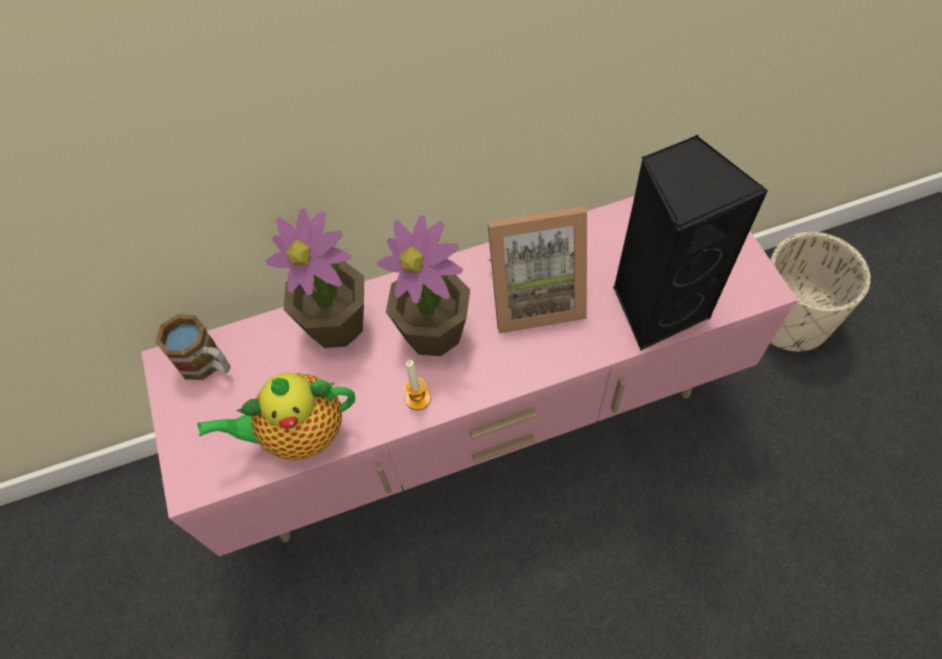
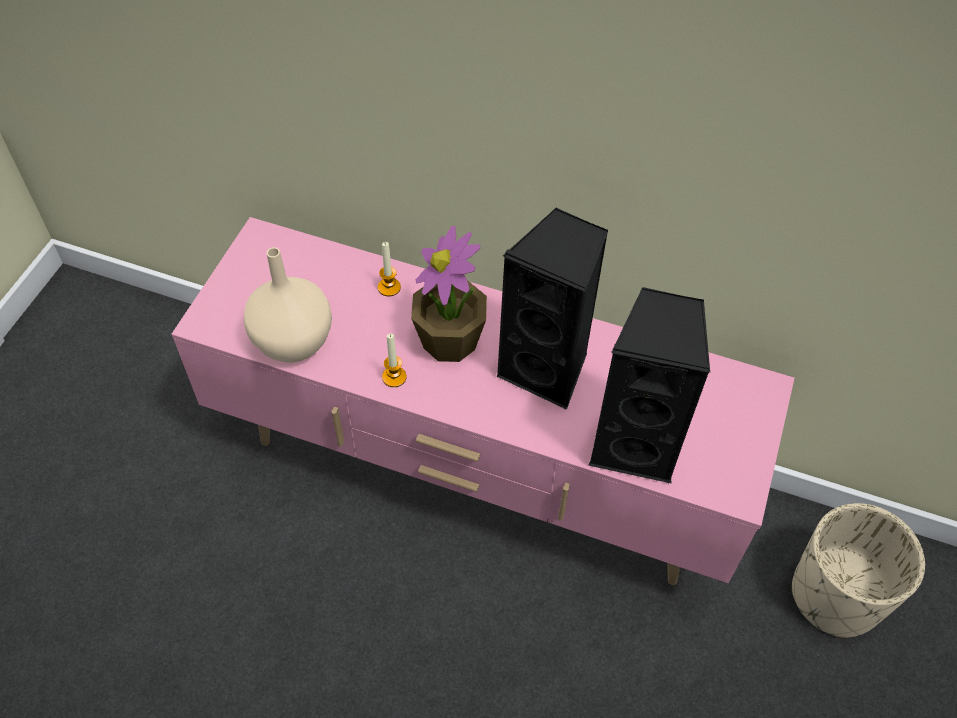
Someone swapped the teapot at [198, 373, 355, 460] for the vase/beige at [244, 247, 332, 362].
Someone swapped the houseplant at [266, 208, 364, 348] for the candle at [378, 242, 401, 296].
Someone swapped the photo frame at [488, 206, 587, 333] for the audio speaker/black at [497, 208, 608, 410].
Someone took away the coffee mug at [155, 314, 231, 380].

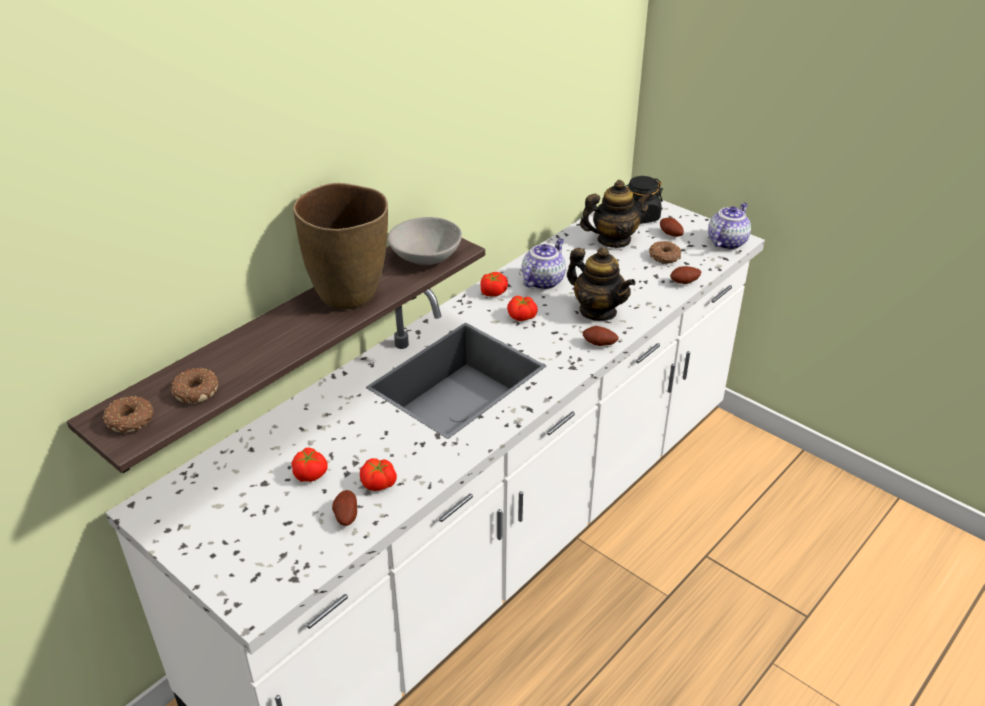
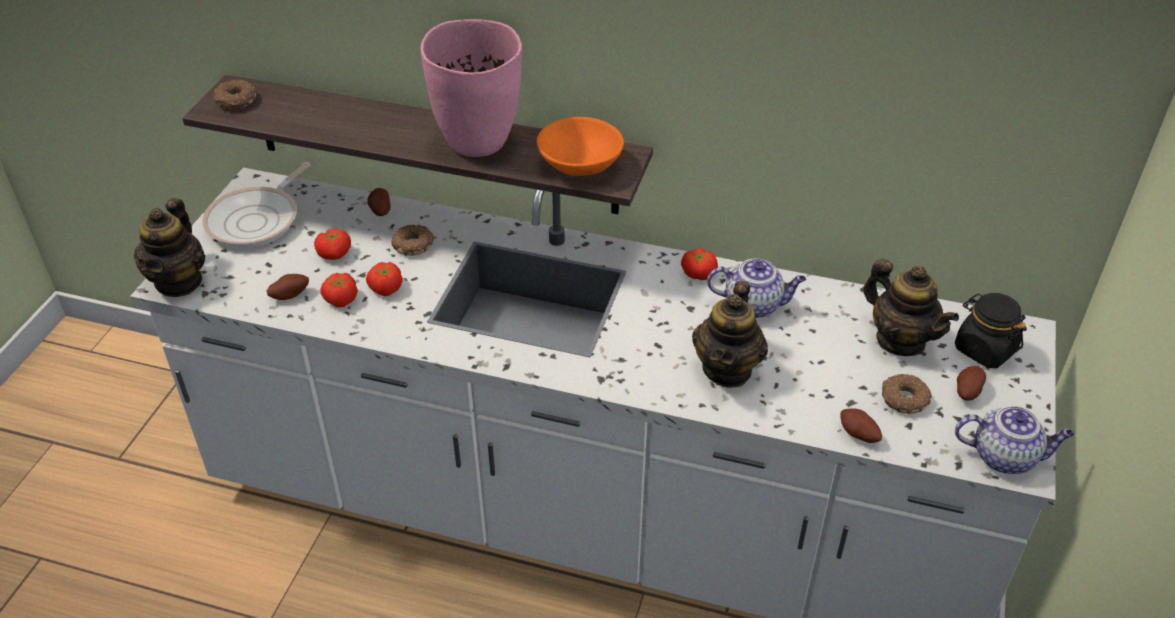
Someone put down the teapot at [134, 198, 205, 297].
Someone put down the skillet at [202, 162, 310, 248].
Someone carried the whole tomato from [507, 296, 538, 321] to [366, 262, 403, 296].
Someone carried the potato from [582, 326, 619, 346] to [368, 188, 391, 216].
Someone carried the ring doughnut from [170, 368, 219, 404] to [391, 224, 434, 256].
Someone repainted the vase/brown-coloured at [293, 183, 388, 310], which became the vase/pinkish at [421, 19, 522, 157].
Someone repainted the deep dish/grey at [388, 217, 462, 265], which became the deep dish/orange at [537, 117, 624, 176].

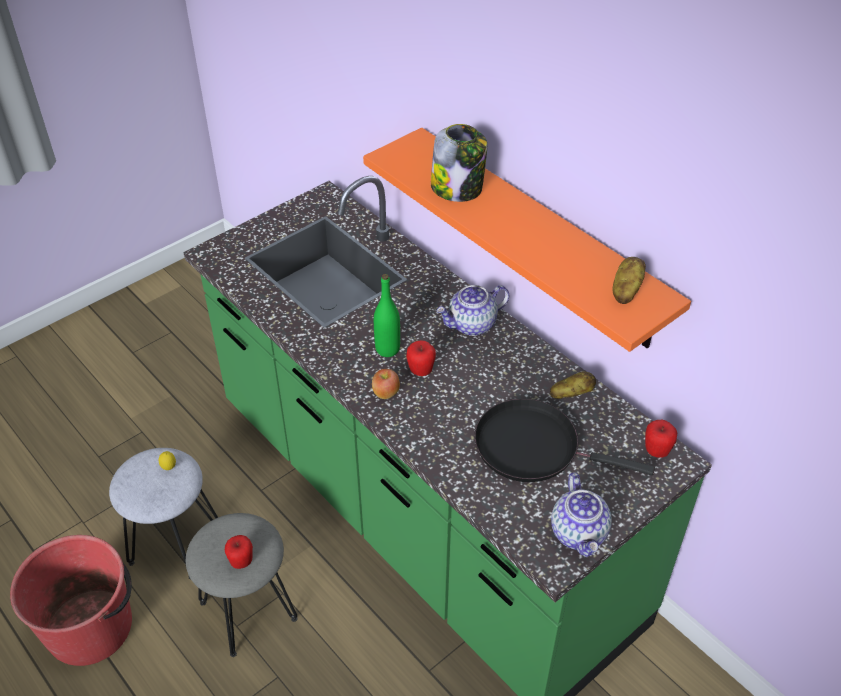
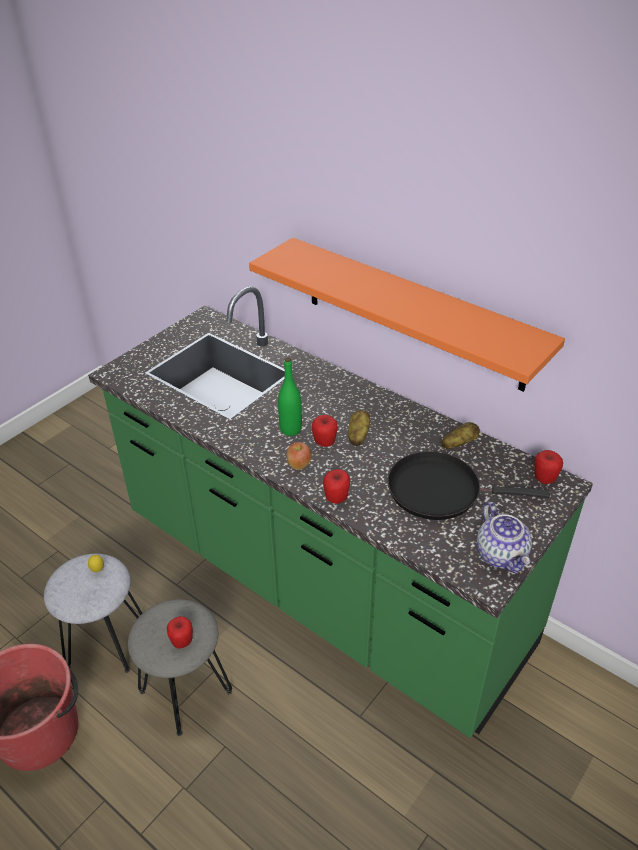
Someone put down the apple at [323, 469, 350, 504].
Someone carried the potato from [613, 257, 646, 304] to [348, 410, 370, 446].
Someone took away the preserve jar at [431, 124, 487, 202].
Someone took away the teapot at [436, 285, 509, 336].

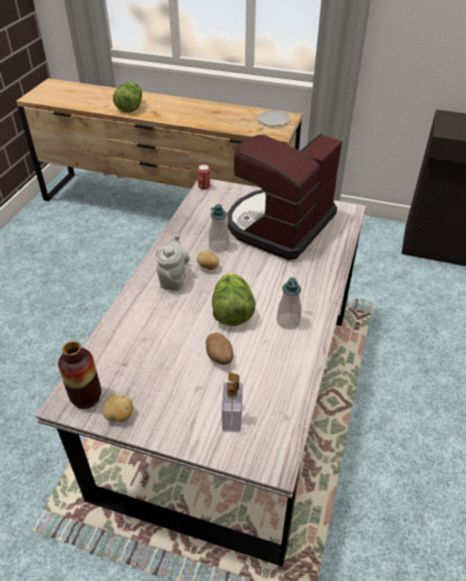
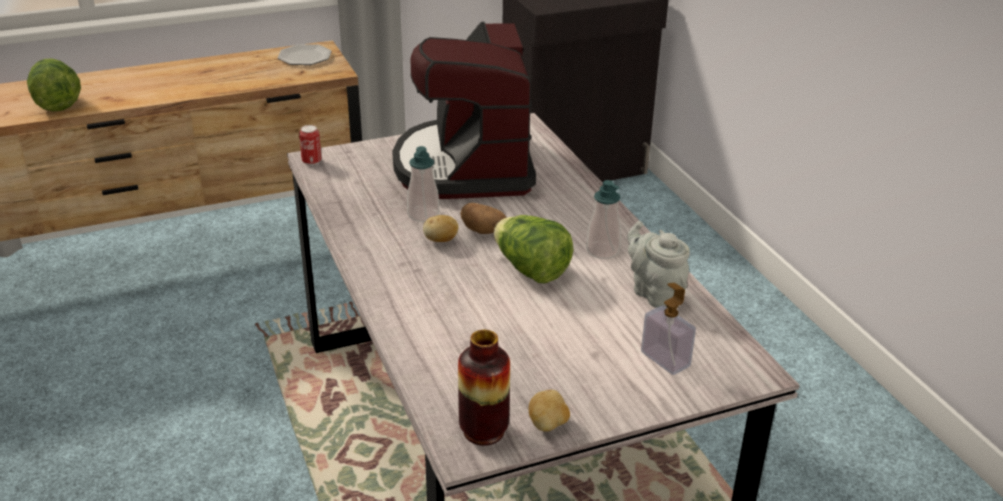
Someone carried the potato from [206, 333, 233, 365] to [460, 203, 506, 234].
Someone carried the teapot/grey from [156, 234, 190, 291] to [627, 221, 690, 308].

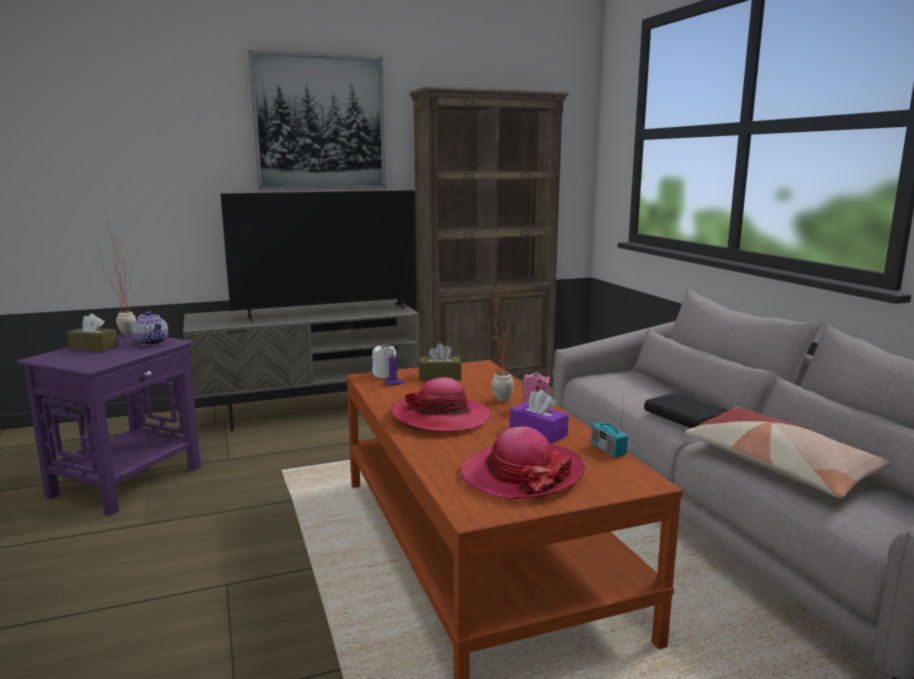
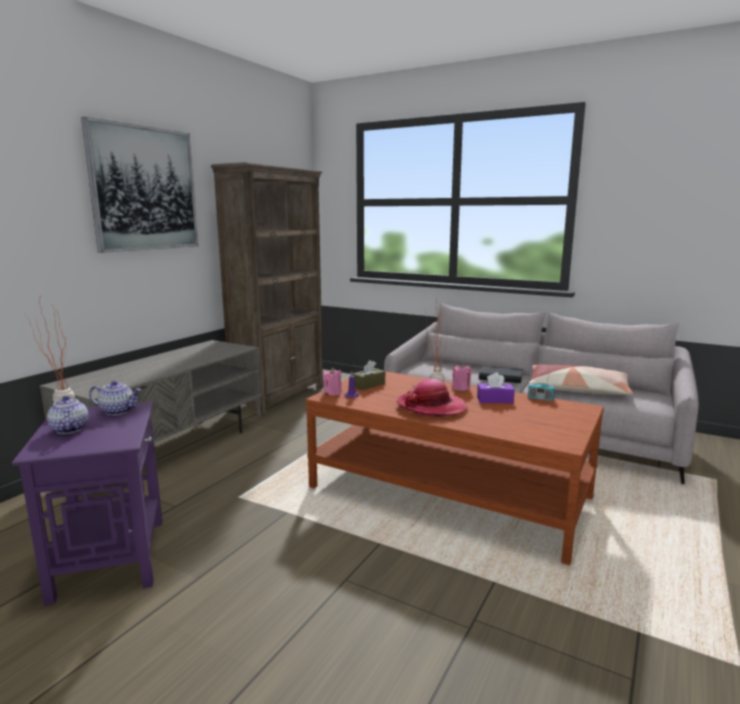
Someone swapped the tissue holder/brown-coloured at [67, 314, 118, 352] for the teapot at [47, 396, 89, 434].
Someone repainted the candle/whitish at [372, 343, 397, 378], which became the candle/pinkish at [323, 368, 341, 395].
Someone took away the television at [220, 190, 417, 322].
Someone took away the hat at [461, 426, 586, 499].

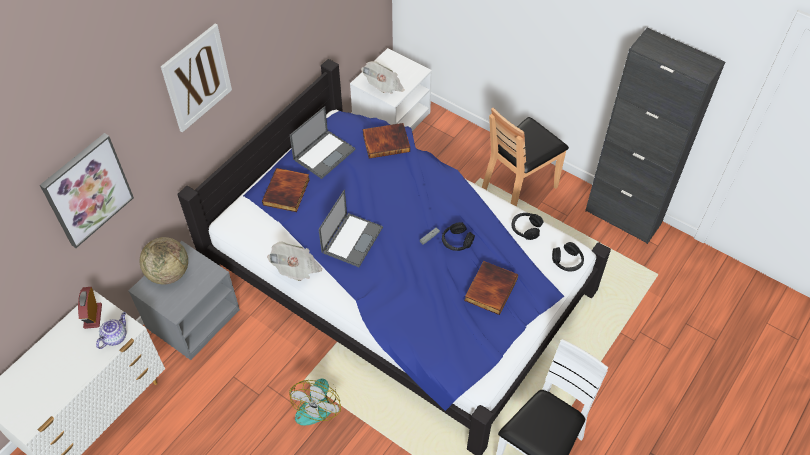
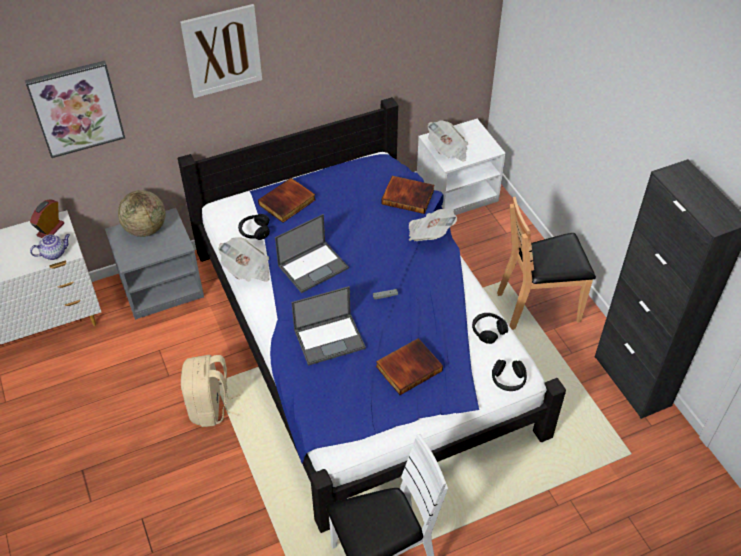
Someone swapped the fan at [290, 379, 341, 426] for the backpack/beige at [181, 355, 240, 427].
Someone carried the headphones/black from [442, 222, 475, 251] to [238, 214, 270, 240].
Someone carried the laptop from [290, 106, 355, 179] to [291, 286, 366, 366].
Someone put down the daily paper at [409, 209, 457, 241].

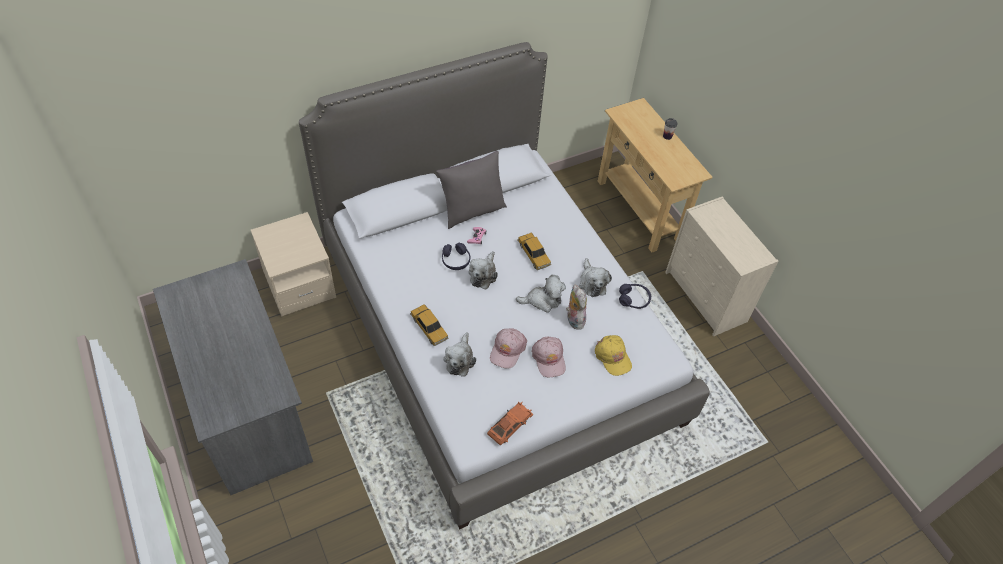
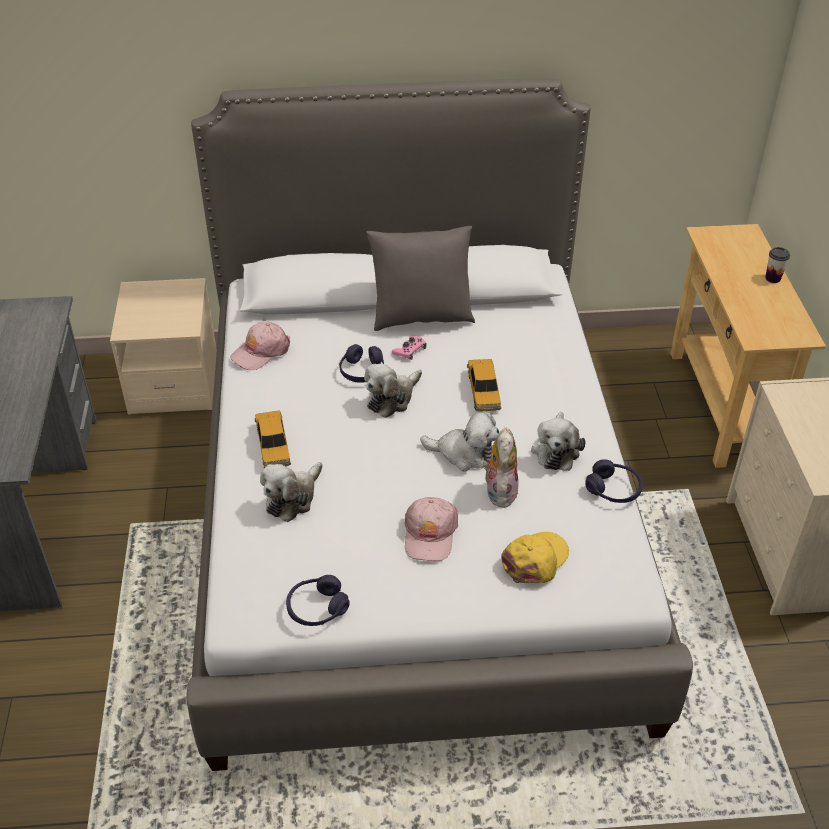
Someone carried the peaked cap/pinkish from [490, 328, 527, 369] to [230, 321, 290, 370].
Someone swapped the model car/orange at [487, 401, 534, 446] for the headphones/purple-coloured at [286, 575, 349, 626].
Someone rotated the peaked cap/yellow-coloured at [595, 335, 632, 376] by 135 degrees counterclockwise.

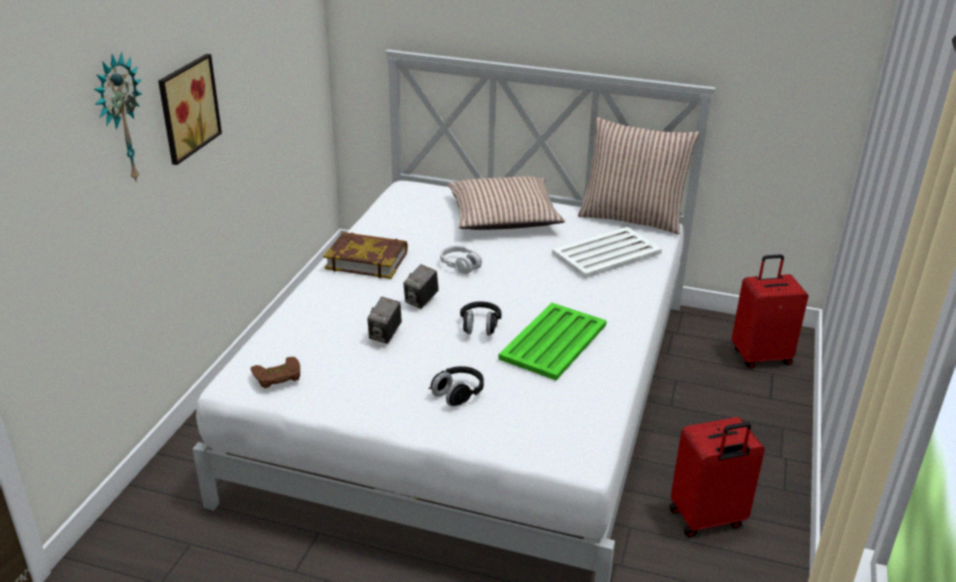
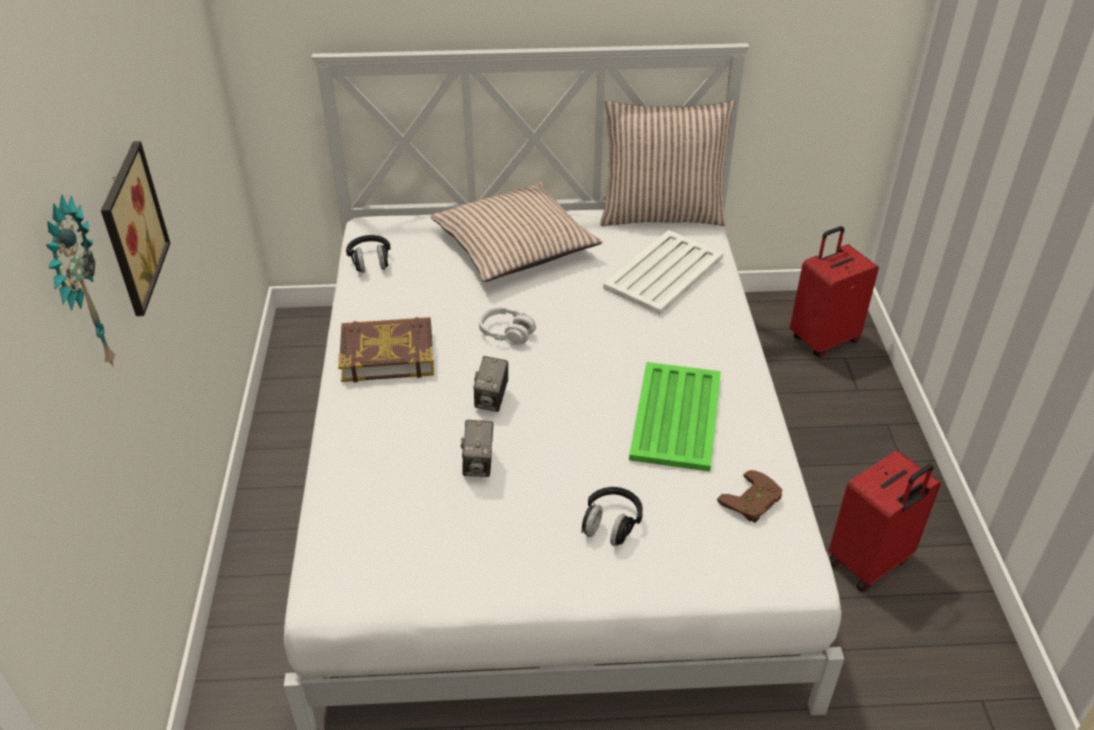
Someone carried the headphones/black from [460, 301, 502, 336] to [346, 235, 391, 273].
Someone carried the gamepad/brown-coloured from [251, 357, 300, 389] to [717, 470, 782, 523].

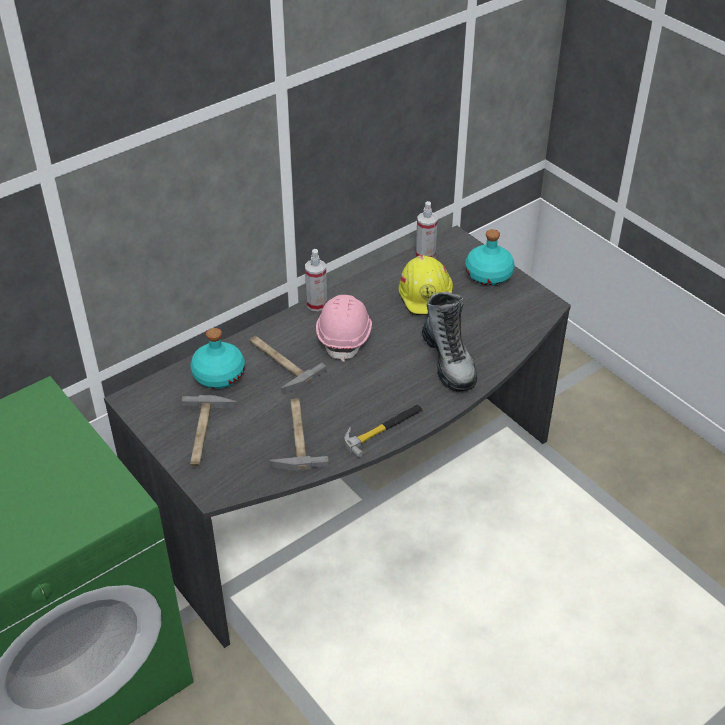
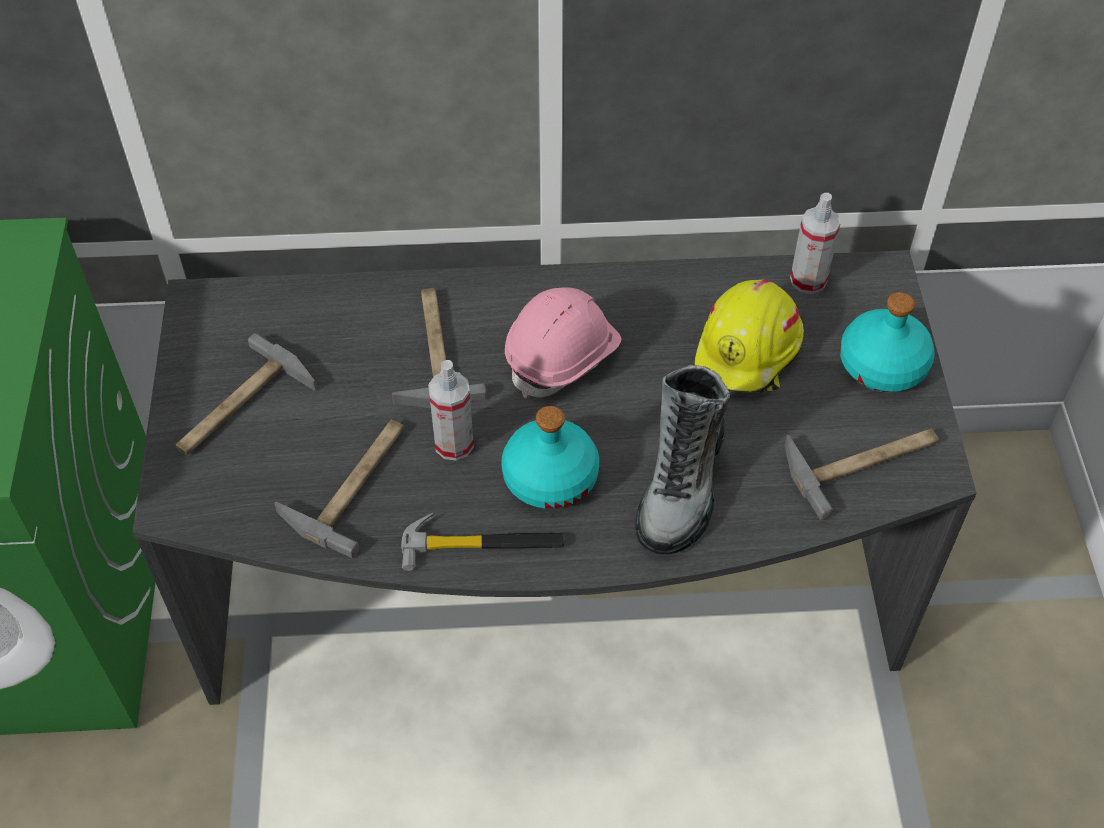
Someone carried the sprayer from [305, 249, 327, 311] to [428, 360, 474, 461].
Someone carried the beverage bottle/turquoise from [190, 328, 245, 389] to [501, 406, 599, 509].
Someone put down the hammer at [785, 428, 939, 520].

